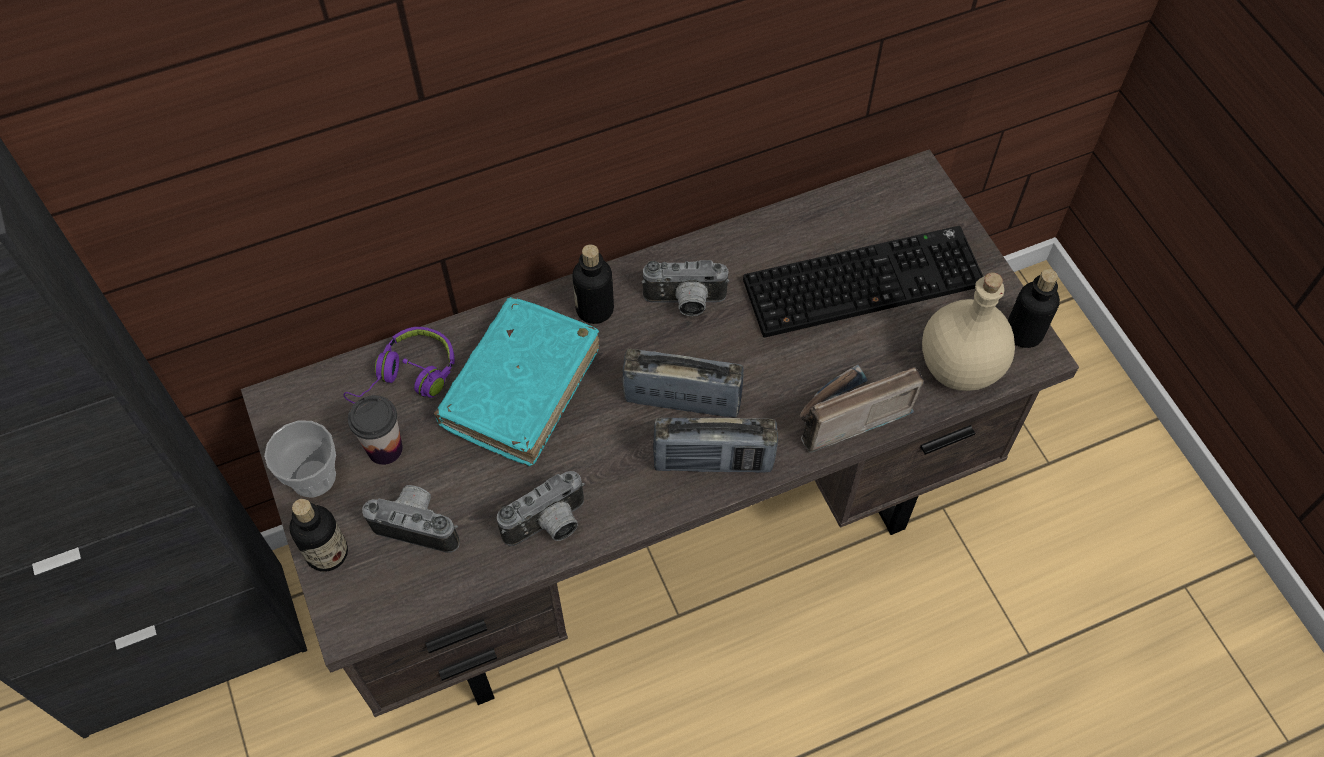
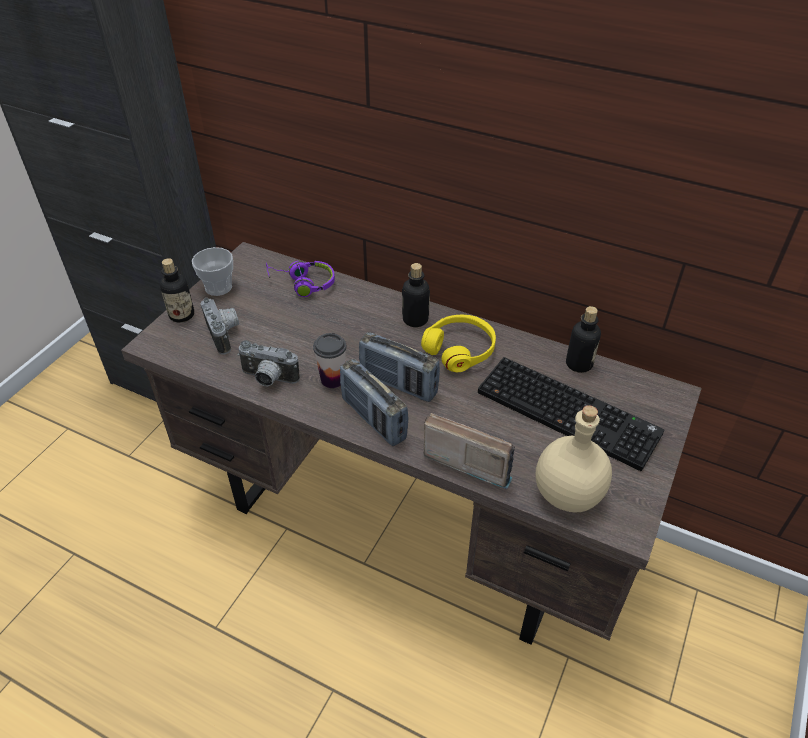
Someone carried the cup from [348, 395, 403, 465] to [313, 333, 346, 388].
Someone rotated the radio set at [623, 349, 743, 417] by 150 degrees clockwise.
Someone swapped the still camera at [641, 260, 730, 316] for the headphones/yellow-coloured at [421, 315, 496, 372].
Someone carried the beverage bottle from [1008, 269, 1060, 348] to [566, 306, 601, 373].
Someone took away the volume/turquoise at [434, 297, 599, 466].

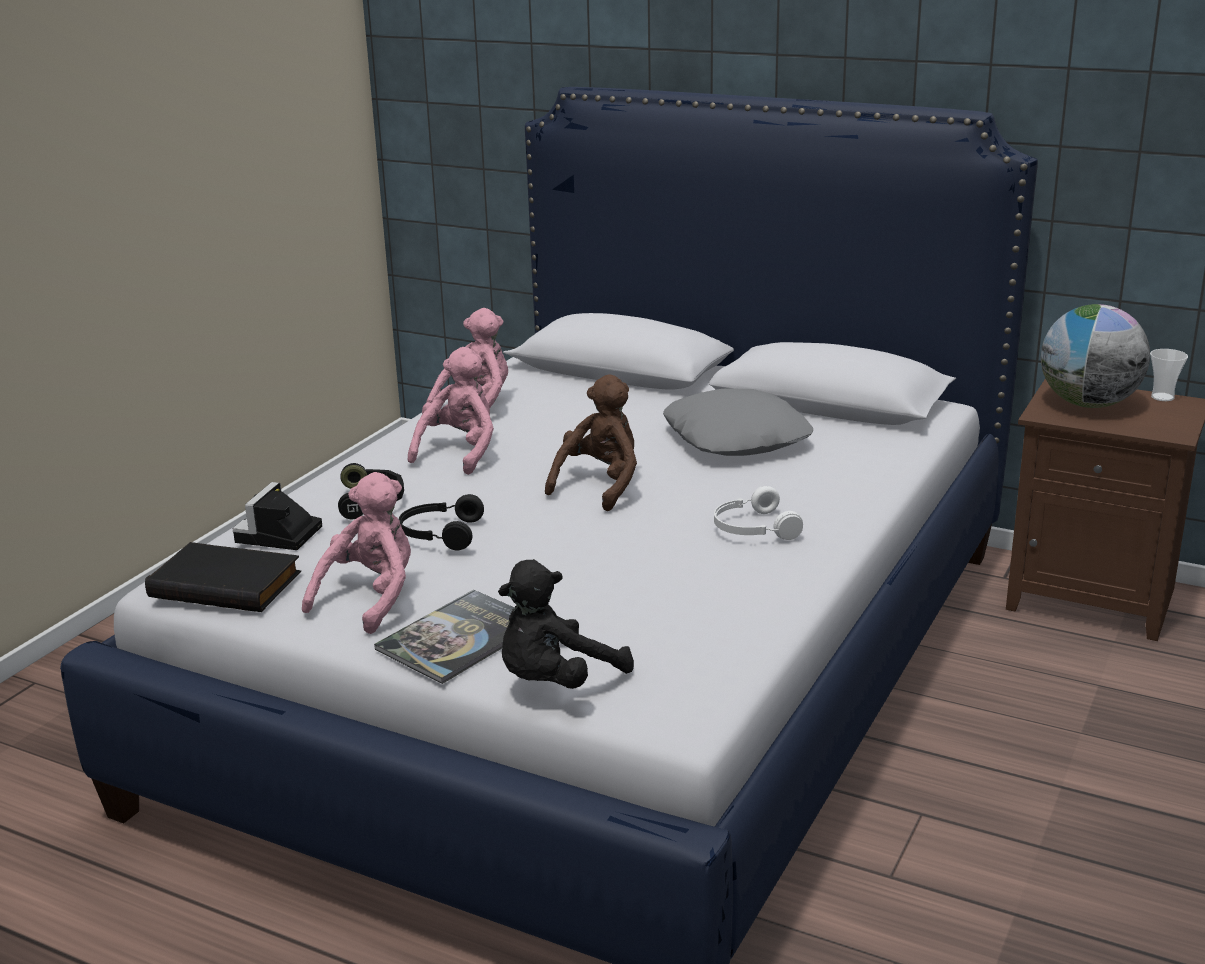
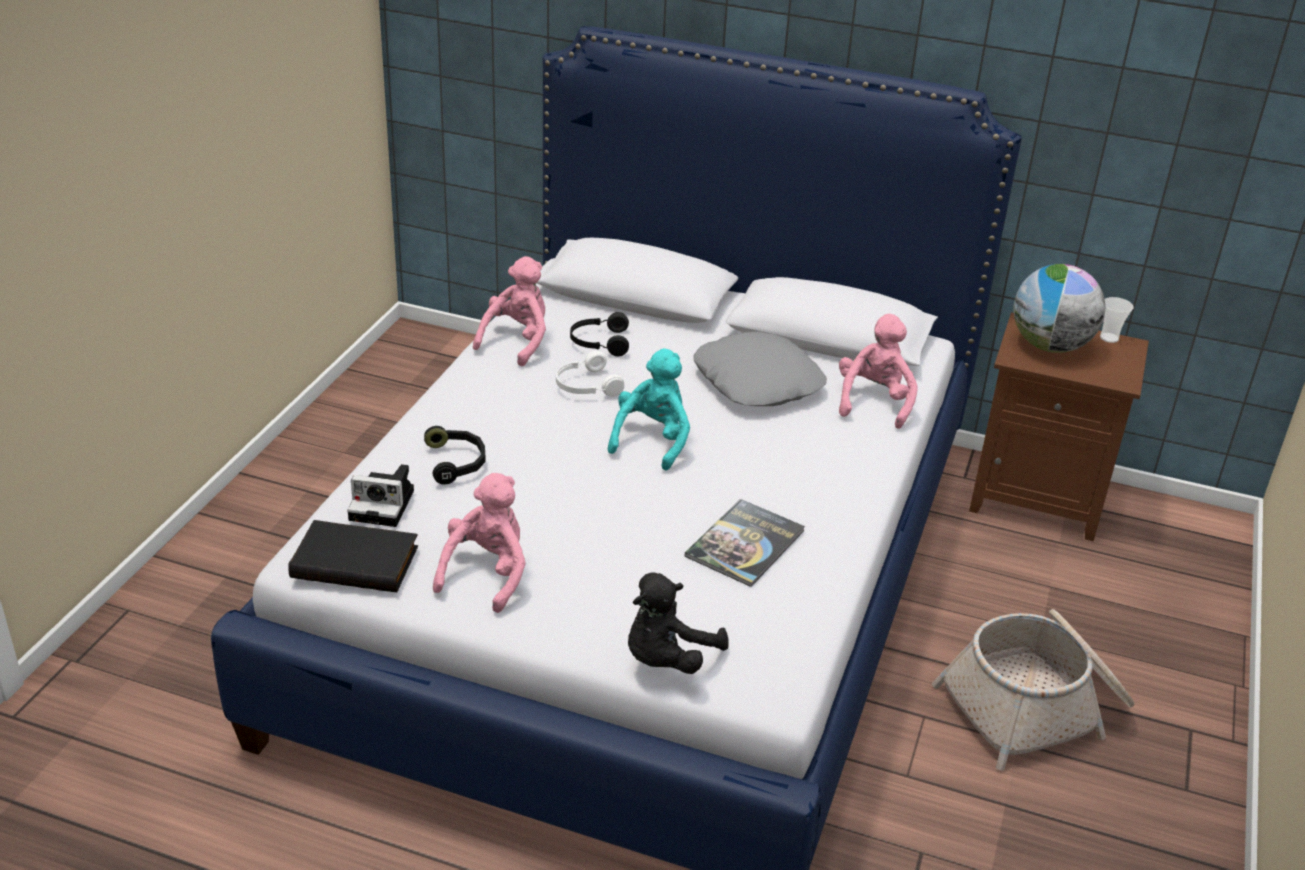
Someone rotated the still camera at [233, 482, 322, 550] by 90 degrees counterclockwise.
Someone carried the headphones/whitish from [714, 486, 803, 540] to [556, 351, 624, 397].
Someone carried the headphones/black from [399, 494, 484, 551] to [570, 312, 629, 357].
Someone repainted the soft toy/brown-coloured at [545, 374, 637, 511], which became the soft toy/turquoise at [608, 349, 690, 471].
Someone carried the volume from [374, 590, 514, 684] to [685, 499, 805, 587].
Someone carried the soft toy/pinkish from [408, 347, 494, 475] to [839, 314, 918, 429].
Someone put down the storage basket at [932, 609, 1134, 771].

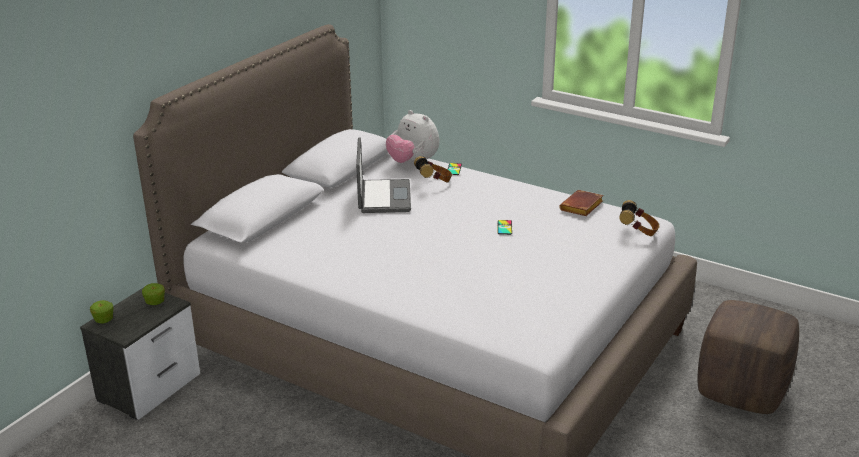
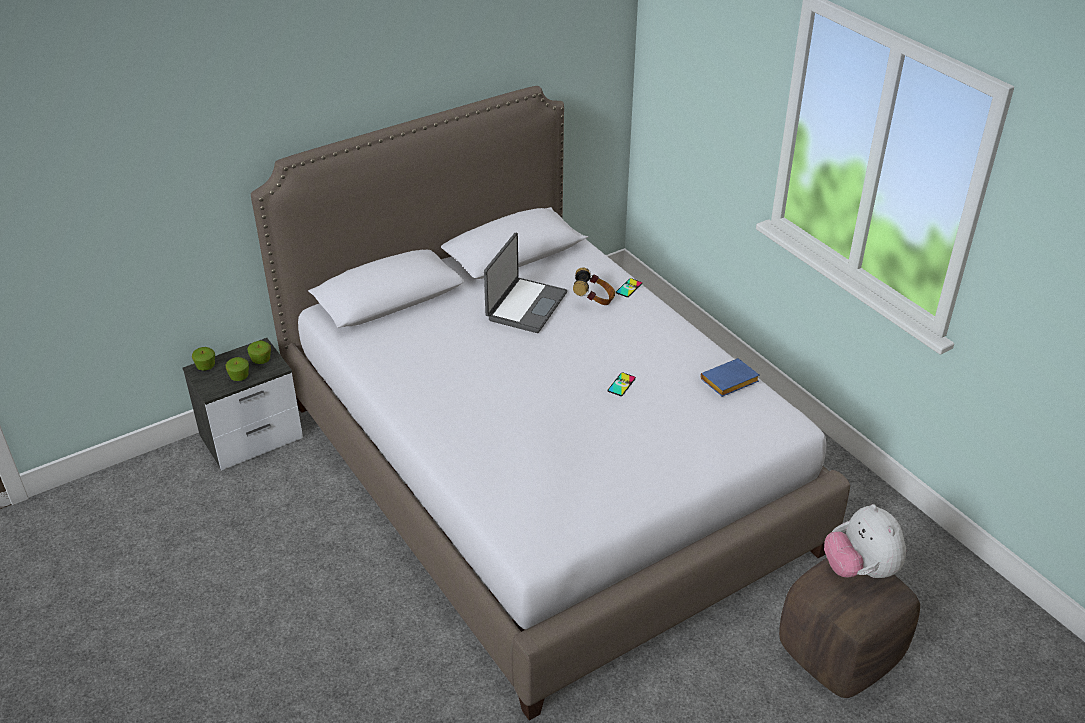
Someone put down the apple at [226, 357, 249, 381].
Someone repainted the volume/brown-coloured at [559, 190, 603, 216], which became the volume/blue-coloured at [701, 358, 759, 397].
Someone carried the soft toy from [386, 110, 439, 163] to [824, 504, 906, 578].
Someone took away the headphones at [619, 200, 659, 236].

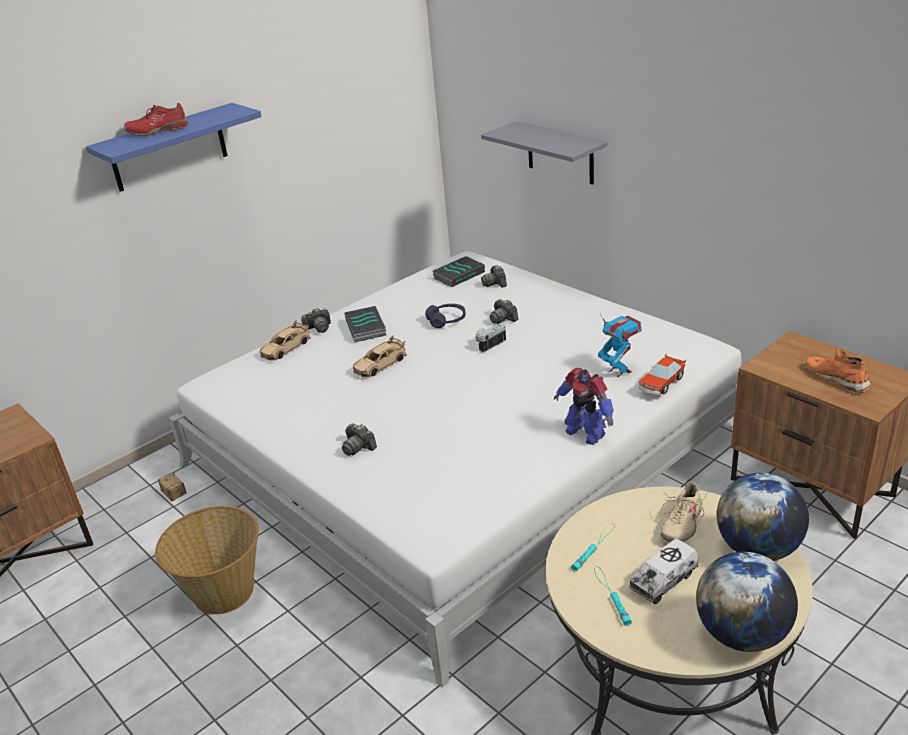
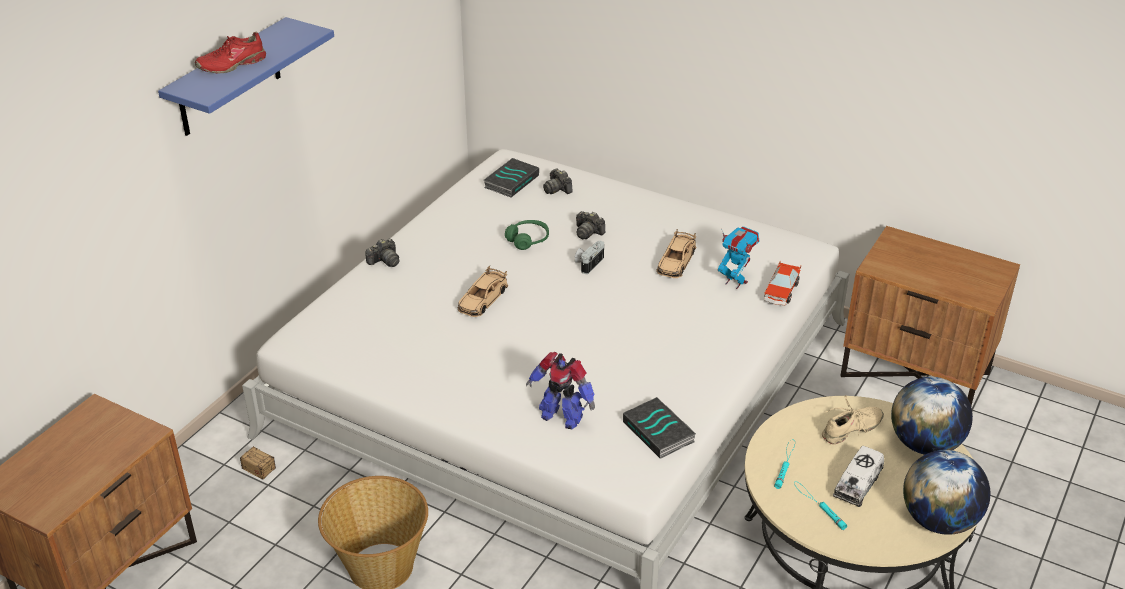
Someone repainted the headphones/purple-coloured at [425, 304, 466, 328], which became the headphones/green-coloured at [505, 220, 549, 250].
Someone carried the toy robot from [554, 368, 614, 445] to [526, 352, 595, 429].
Someone carried the volume from [344, 306, 386, 342] to [623, 397, 696, 459].
Someone carried the model car/beige from [260, 320, 311, 361] to [656, 229, 697, 278].
Someone rotated the item of footwear/beige at [660, 481, 708, 542] by 135 degrees counterclockwise.
Someone took away the still camera at [342, 423, 377, 456].
Someone took away the shelf/grey at [481, 121, 608, 185].
Someone took away the item of footwear/orange at [805, 348, 871, 393].

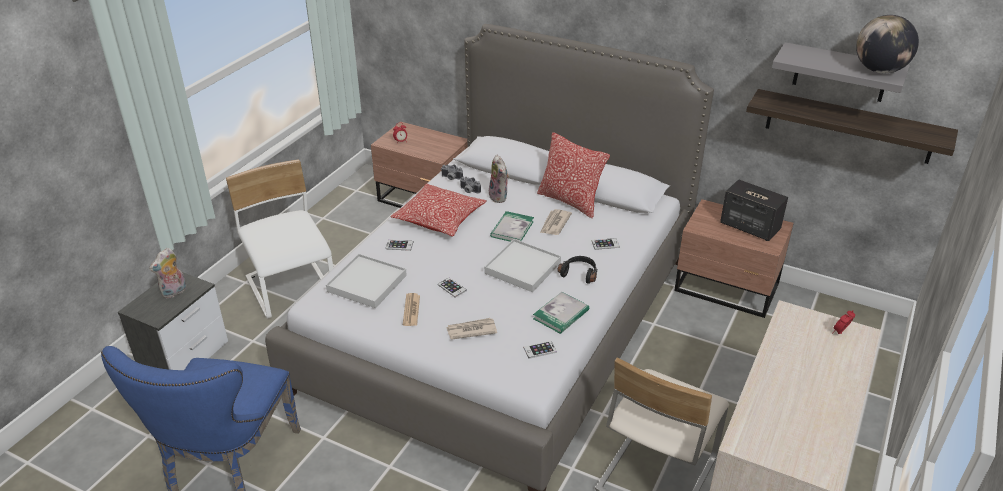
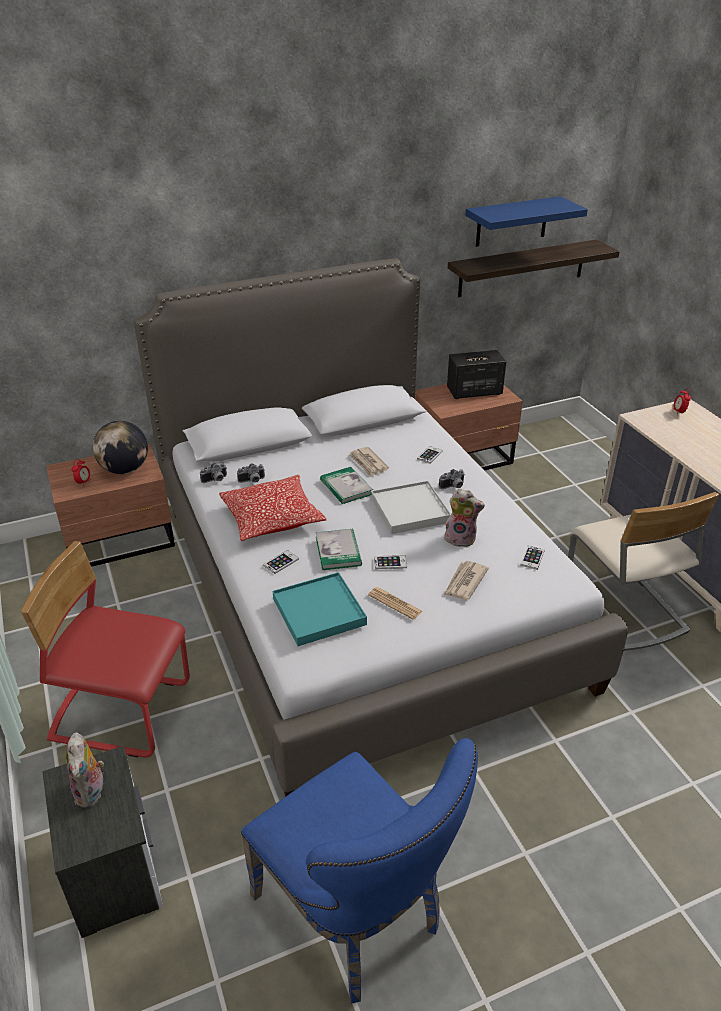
Someone repainted the chair/whitish at [226, 159, 333, 319], which became the chair/reddish at [21, 541, 190, 758].
Someone carried the desk globe from [856, 15, 919, 73] to [93, 421, 148, 474].
Someone repainted the carrying tray/whitish at [326, 254, 407, 308], which became the carrying tray/turquoise at [273, 572, 367, 646].
Someone carried the volume from [533, 292, 589, 334] to [316, 529, 362, 570].
Someone swapped the headphones/black at [557, 256, 598, 284] for the still camera at [439, 469, 465, 489].
Someone carried the soft toy from [489, 155, 510, 203] to [444, 489, 485, 547].
Someone repainted the shelf/grey at [772, 42, 910, 102], which became the shelf/blue-coloured at [465, 196, 588, 247].
Someone took away the pillow at [537, 132, 610, 218].

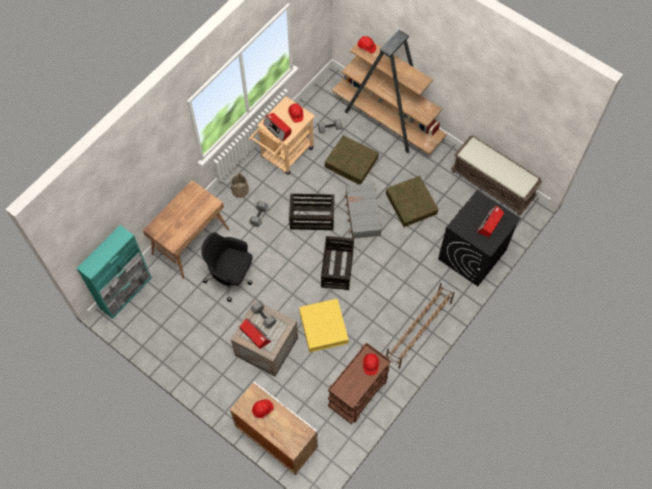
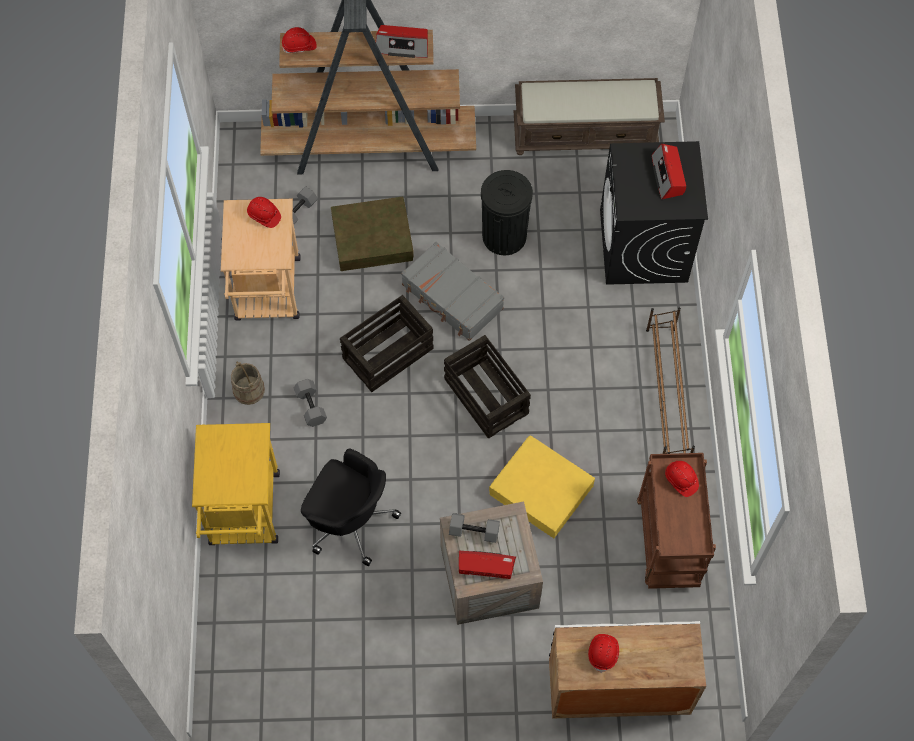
Someone swapped the desk table/brown-coloured at [143, 180, 229, 279] for the cart/yellow-coloured at [192, 423, 280, 545].
Someone rotated the desk chair/black at [201, 233, 253, 302] by 135 degrees counterclockwise.
Someone carried the radio set from [263, 113, 291, 142] to [376, 25, 428, 58].
Someone swapped the storage box/brown-coloured at [386, 176, 438, 227] for the rubbish bin/black at [481, 170, 533, 255].
Someone took away the cupboard/turquoise at [77, 225, 151, 319].

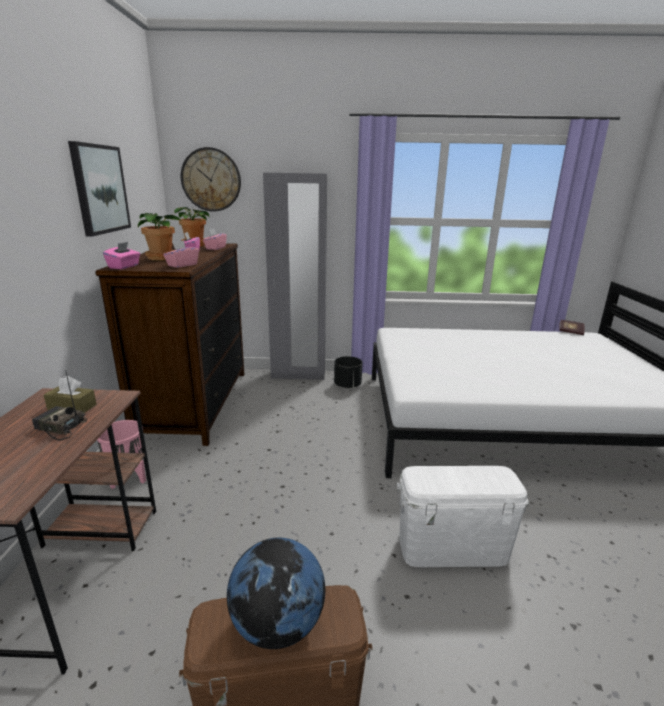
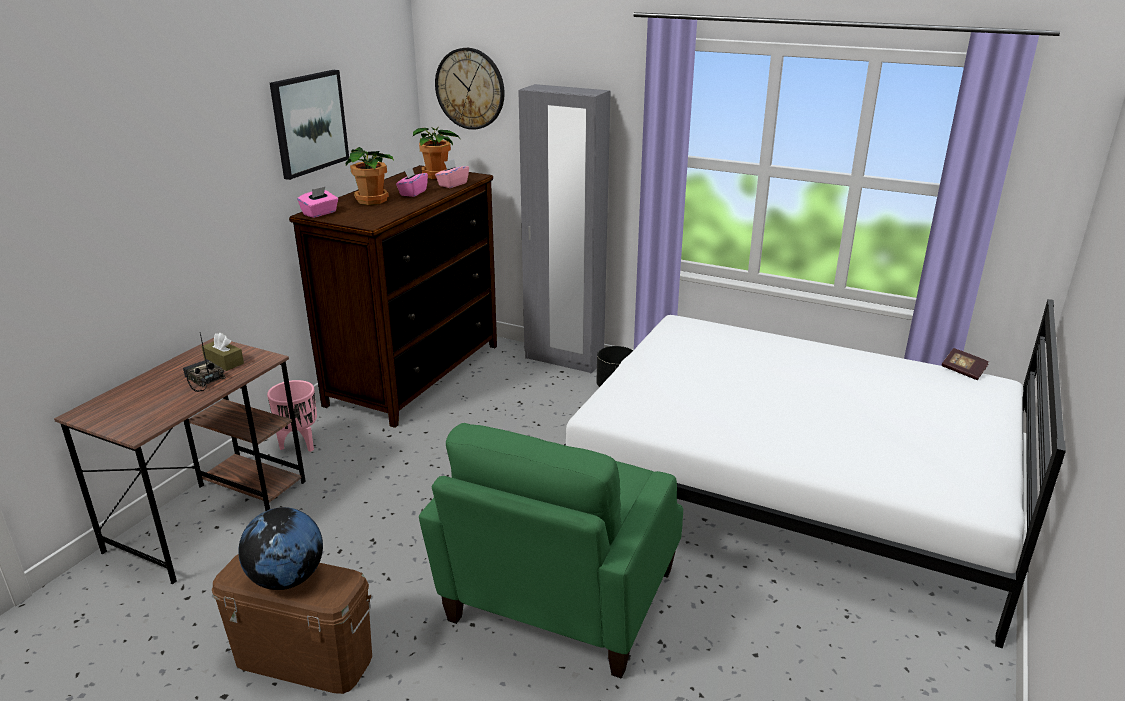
Someone swapped the storage box/whitish at [397, 466, 529, 567] for the lounge chair/green-coloured at [419, 423, 683, 679].
Someone took away the tissue holder/pinkish at [163, 241, 199, 268].

